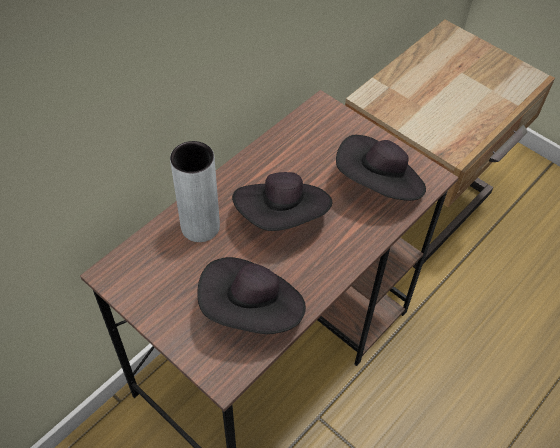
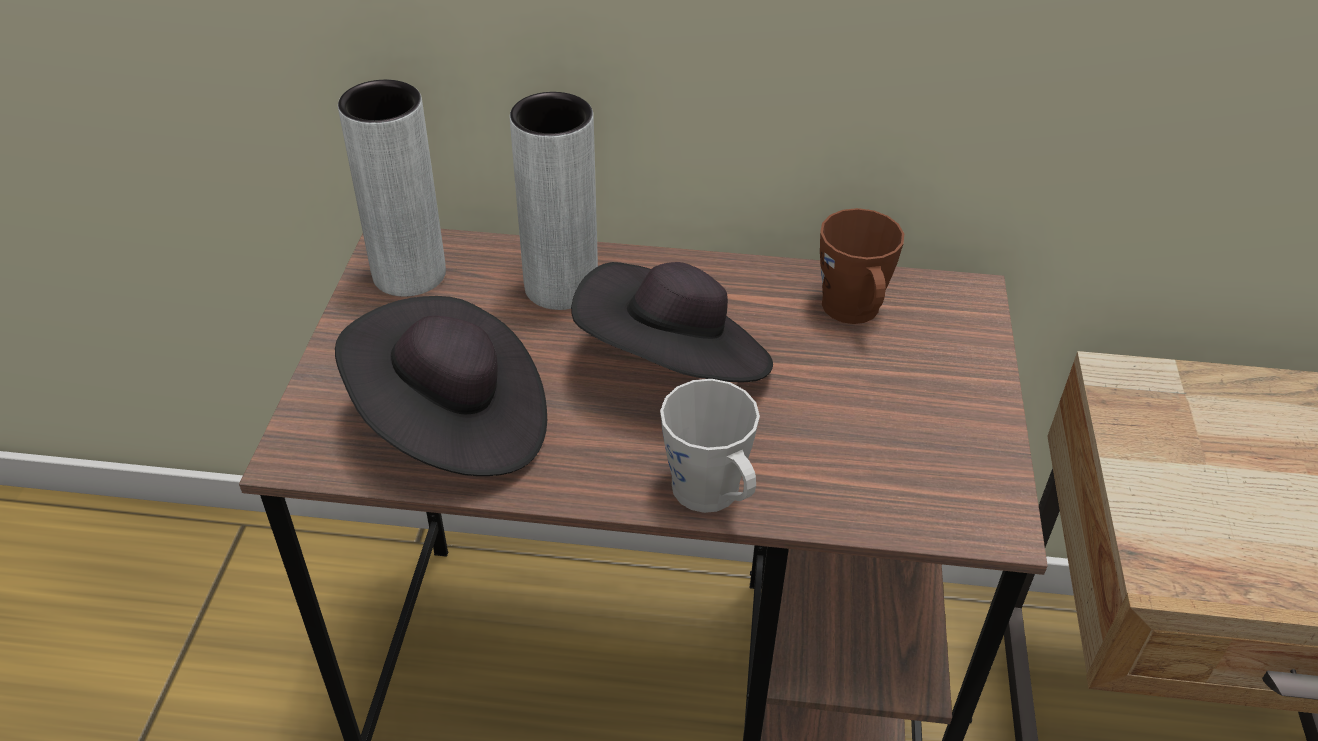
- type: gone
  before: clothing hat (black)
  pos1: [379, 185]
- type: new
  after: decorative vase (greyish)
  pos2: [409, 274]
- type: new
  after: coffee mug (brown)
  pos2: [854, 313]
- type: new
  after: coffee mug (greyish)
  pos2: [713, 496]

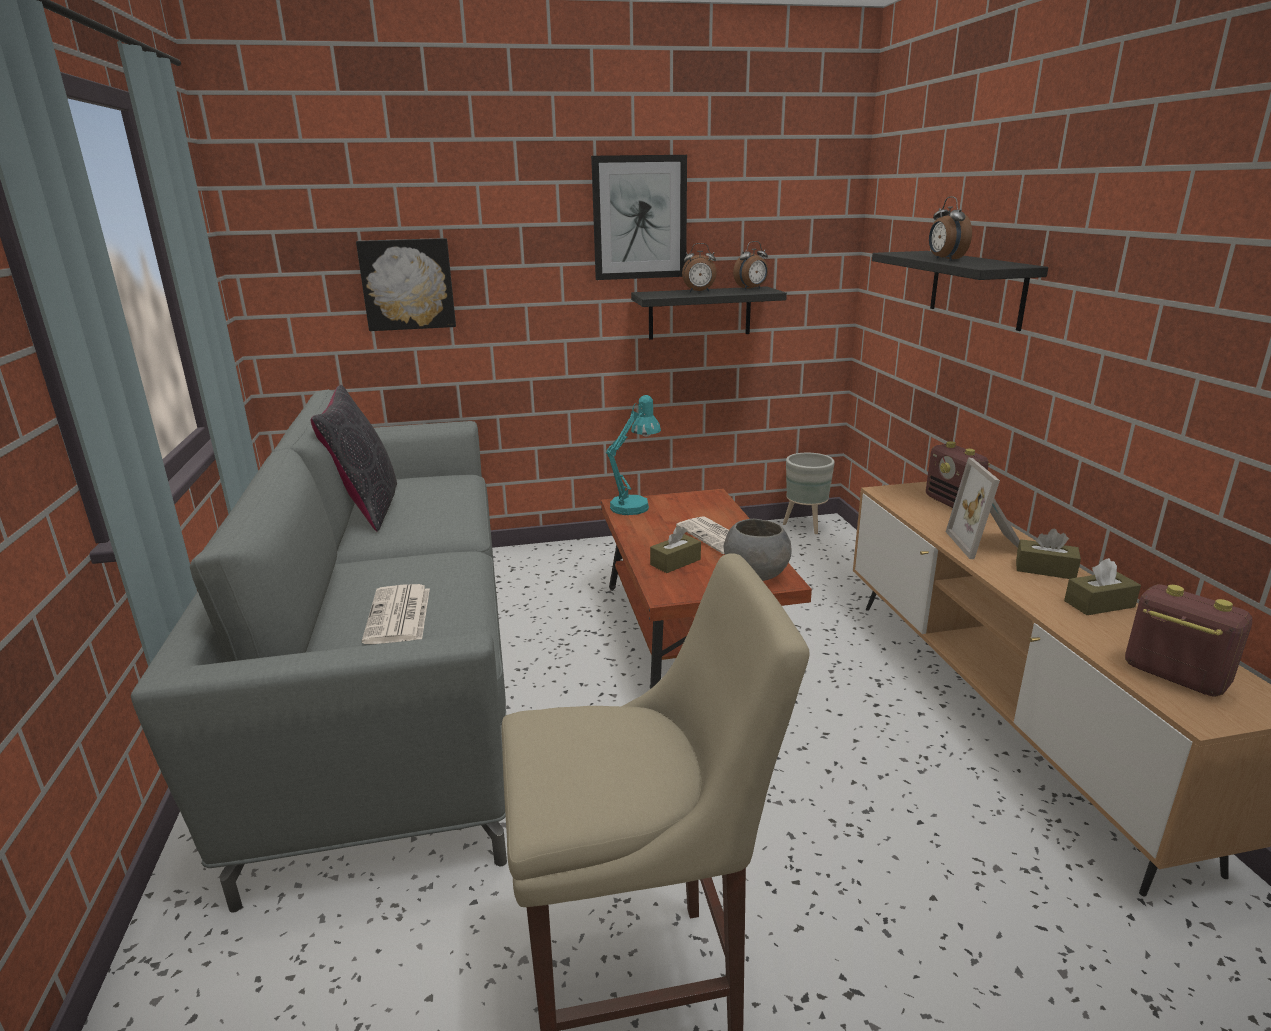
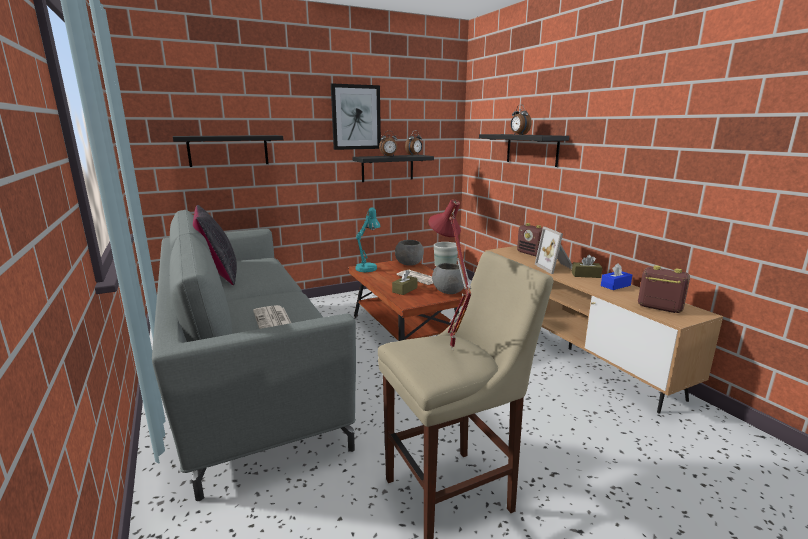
- type: swapped
  before: wall art
  after: wall shelf (black)
  pos1: [408, 284]
  pos2: [228, 150]
- type: repainted
  before: tissue box (brown)
  after: tissue box (bluish)
  pos1: [1099, 604]
  pos2: [615, 285]
- type: new
  after: lamp for a table (red-coloured)
  pos2: [449, 349]
- type: new
  after: serving bowl (greyish)
  pos2: [409, 264]

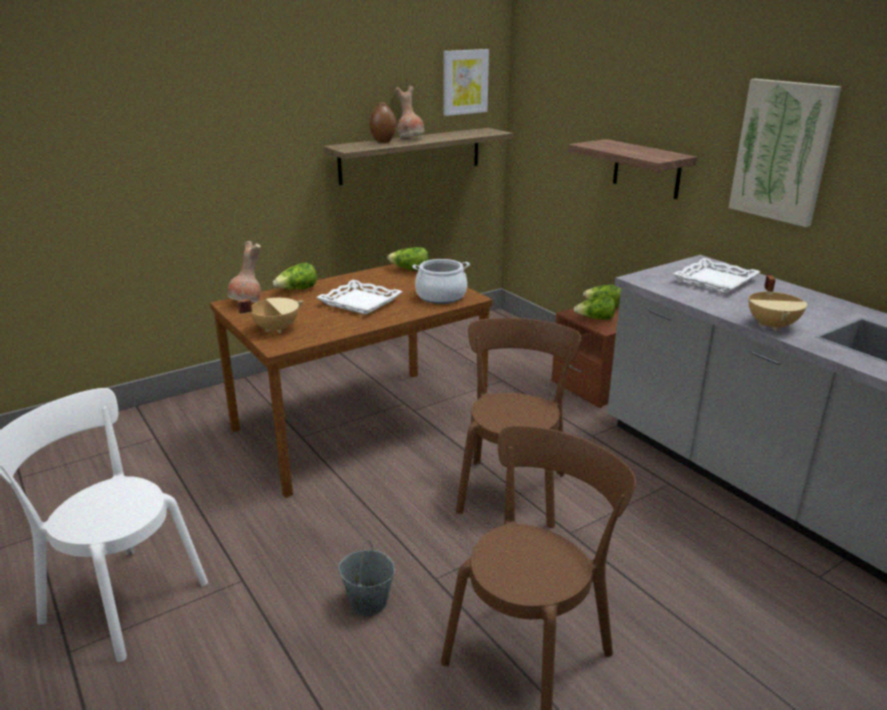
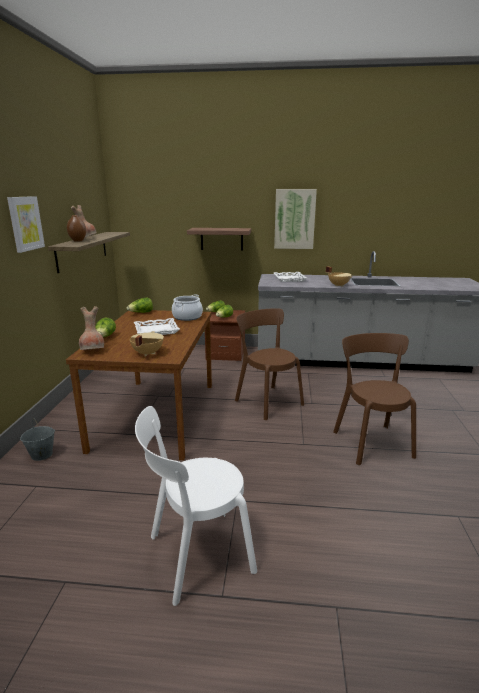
- type: shifted
  before: wall art
  pos1: [464, 82]
  pos2: [25, 223]
- type: shifted
  before: water bucket (greyish)
  pos1: [368, 603]
  pos2: [41, 455]

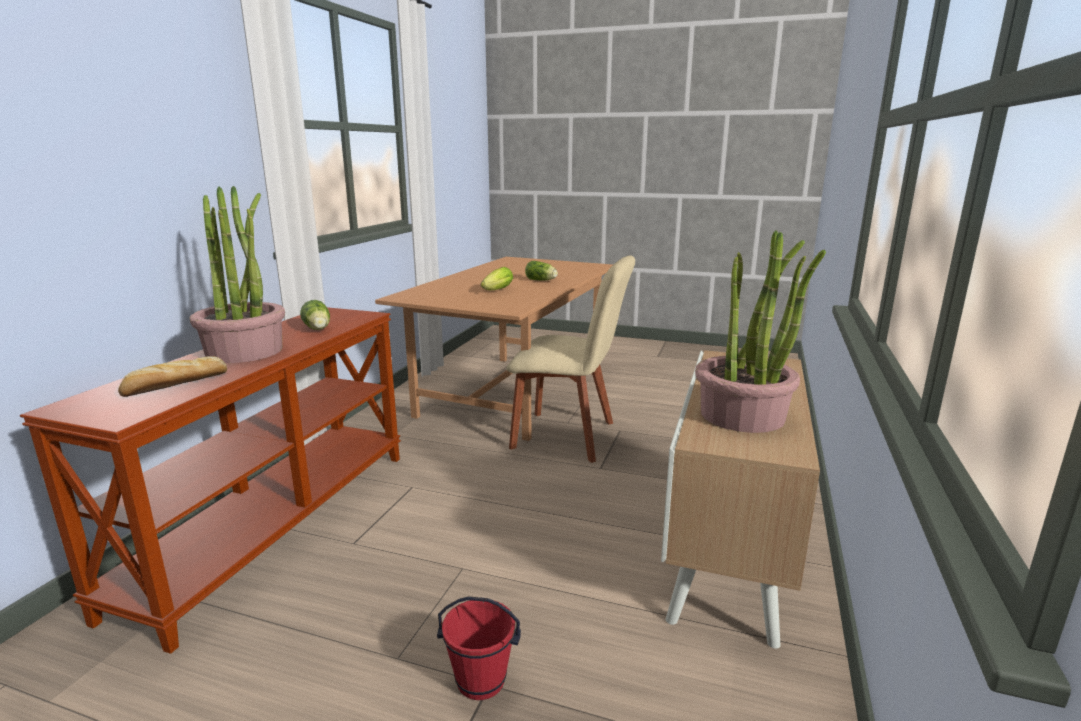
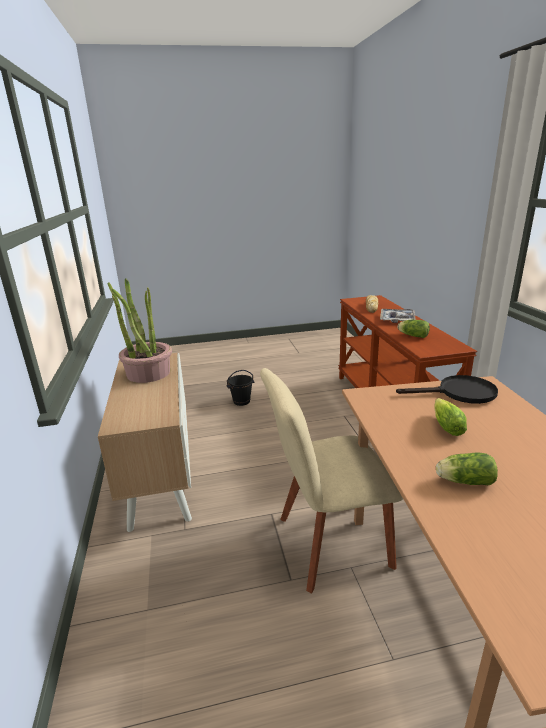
- type: swapped
  before: plant in a pot
  after: tray
  pos1: [245, 351]
  pos2: [397, 319]
- type: repainted
  before: water bucket (red-coloured)
  after: water bucket (black)
  pos1: [480, 682]
  pos2: [241, 401]
- type: new
  after: frying pan (black)
  pos2: [459, 393]

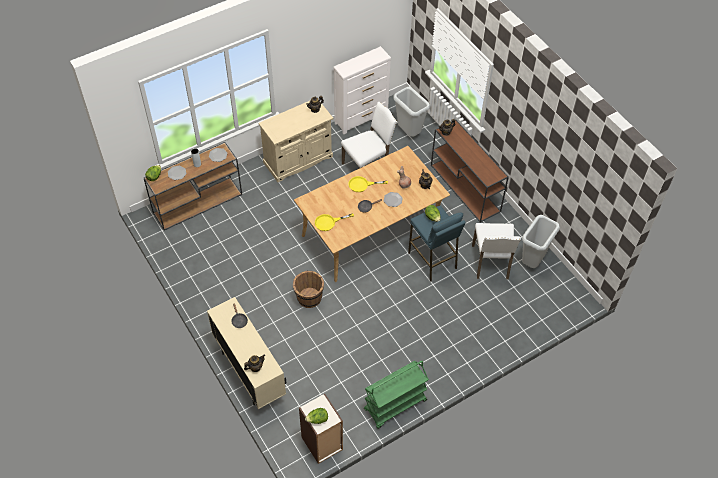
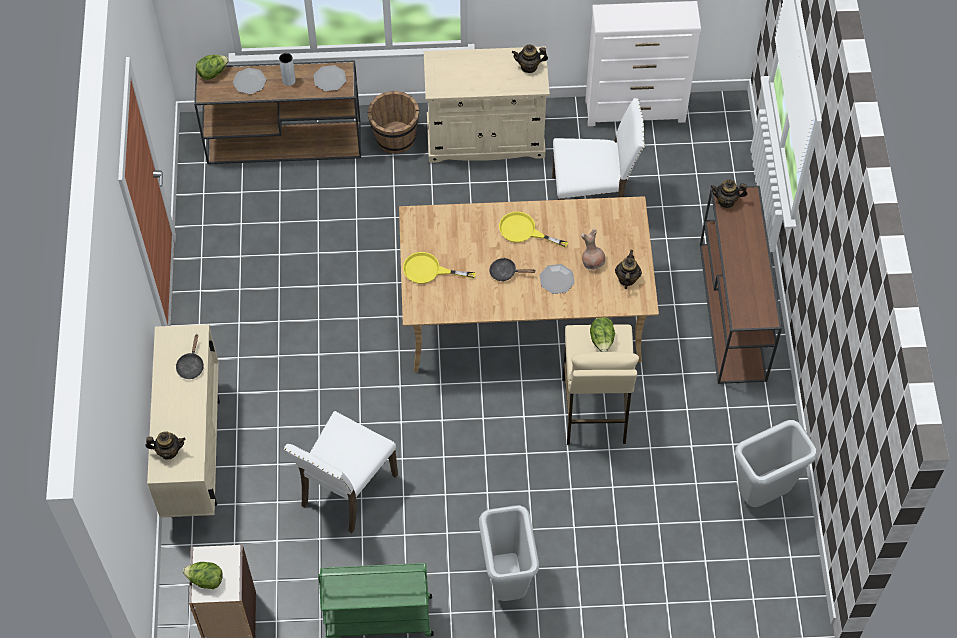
- type: shifted
  before: rubbish bin (greyish)
  pos1: [409, 133]
  pos2: [508, 583]
- type: repainted
  before: sitting stool (bluish)
  after: sitting stool (sand-coloured)
  pos1: [432, 260]
  pos2: [593, 411]
- type: shifted
  before: chair (white)
  pos1: [491, 263]
  pos2: [346, 490]
- type: shifted
  before: water bucket (brown)
  pos1: [309, 298]
  pos2: [395, 138]

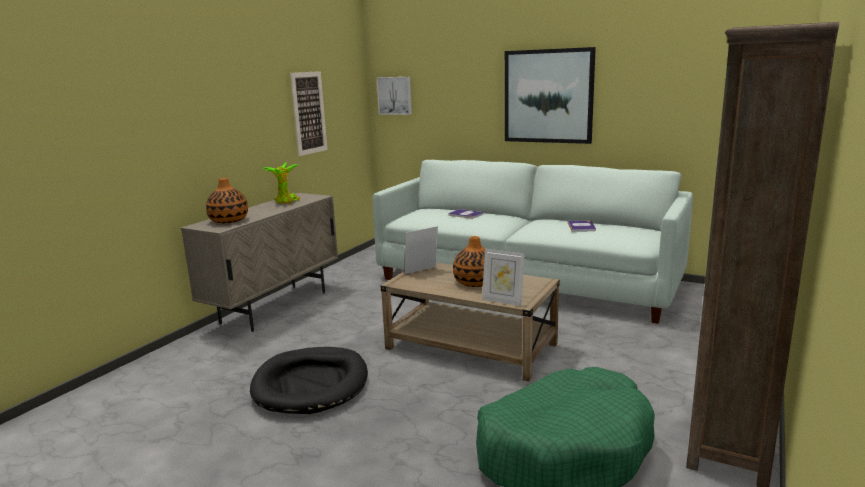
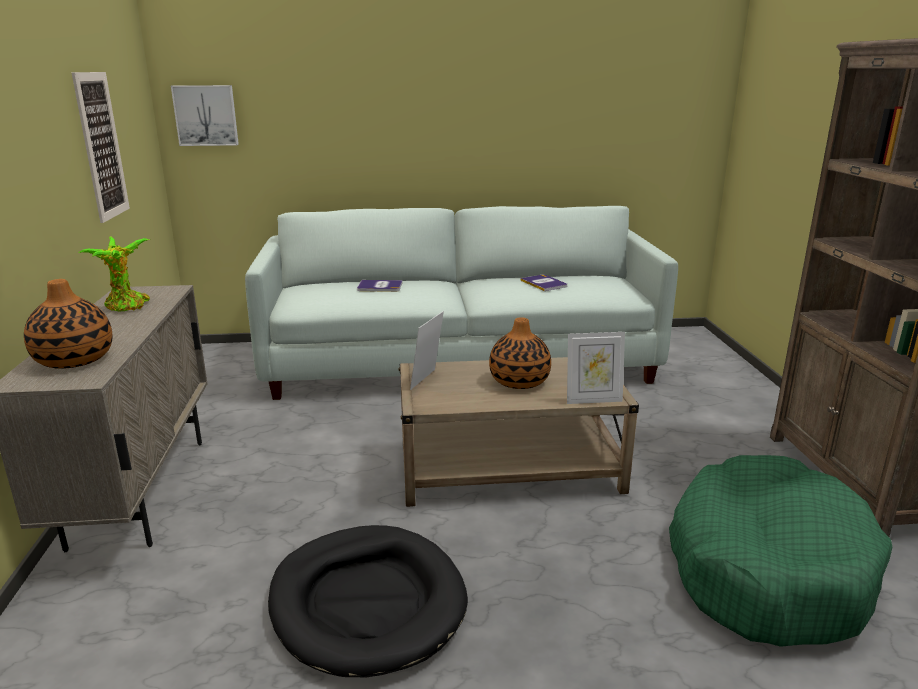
- type: gone
  before: wall art
  pos1: [548, 96]

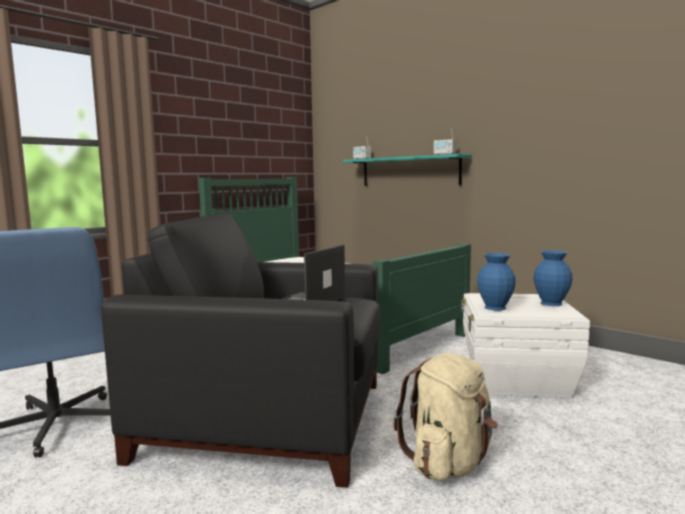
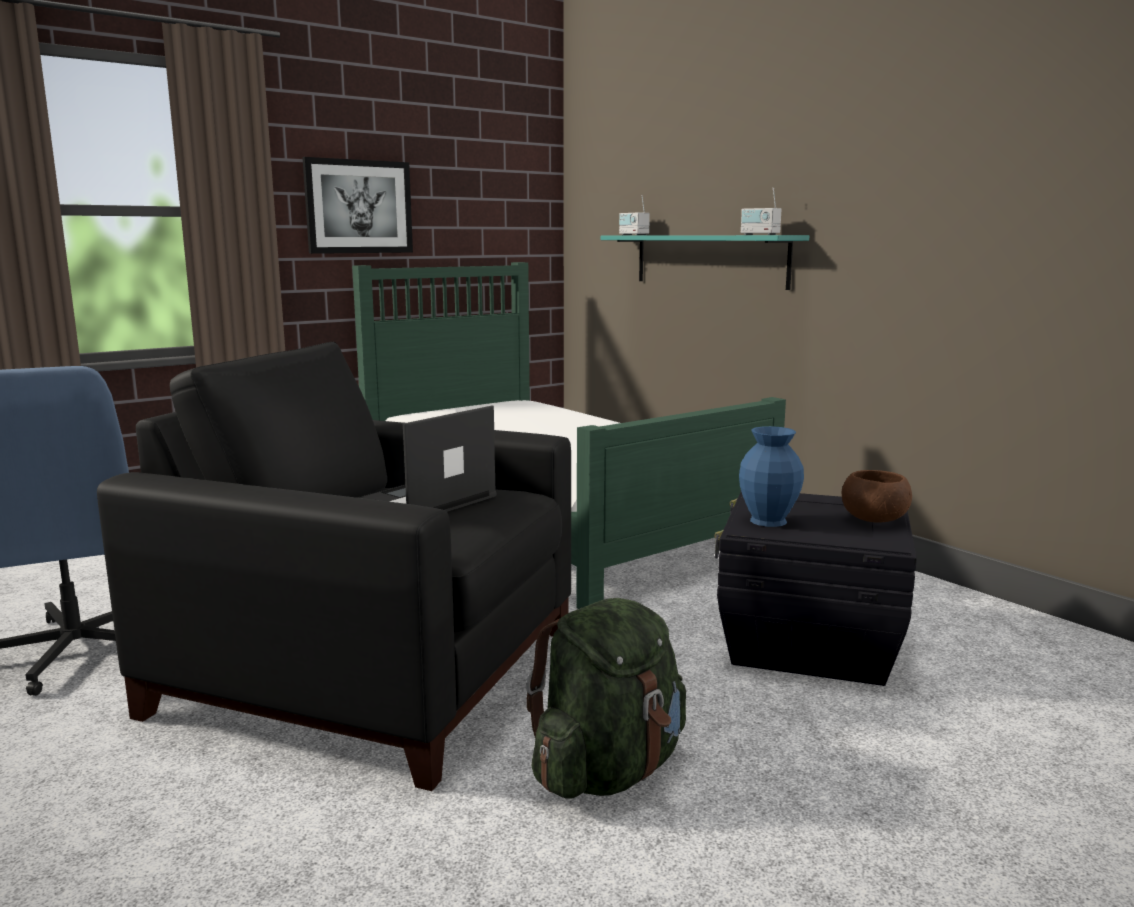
- type: swapped
  before: decorative vase (bluish)
  after: serving bowl (brown)
  pos1: [550, 303]
  pos2: [874, 519]
- type: repainted
  before: storage container (white)
  after: storage container (black)
  pos1: [516, 379]
  pos2: [808, 644]
- type: repainted
  before: rucksack (sand-coloured)
  after: rucksack (green)
  pos1: [449, 462]
  pos2: [608, 771]
- type: new
  after: wall art
  pos2: [358, 207]

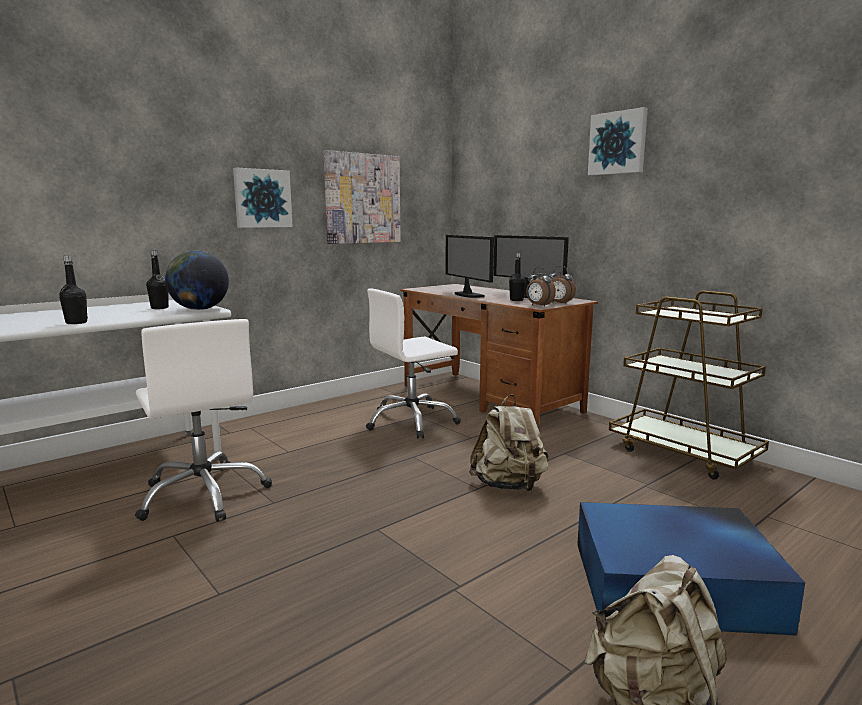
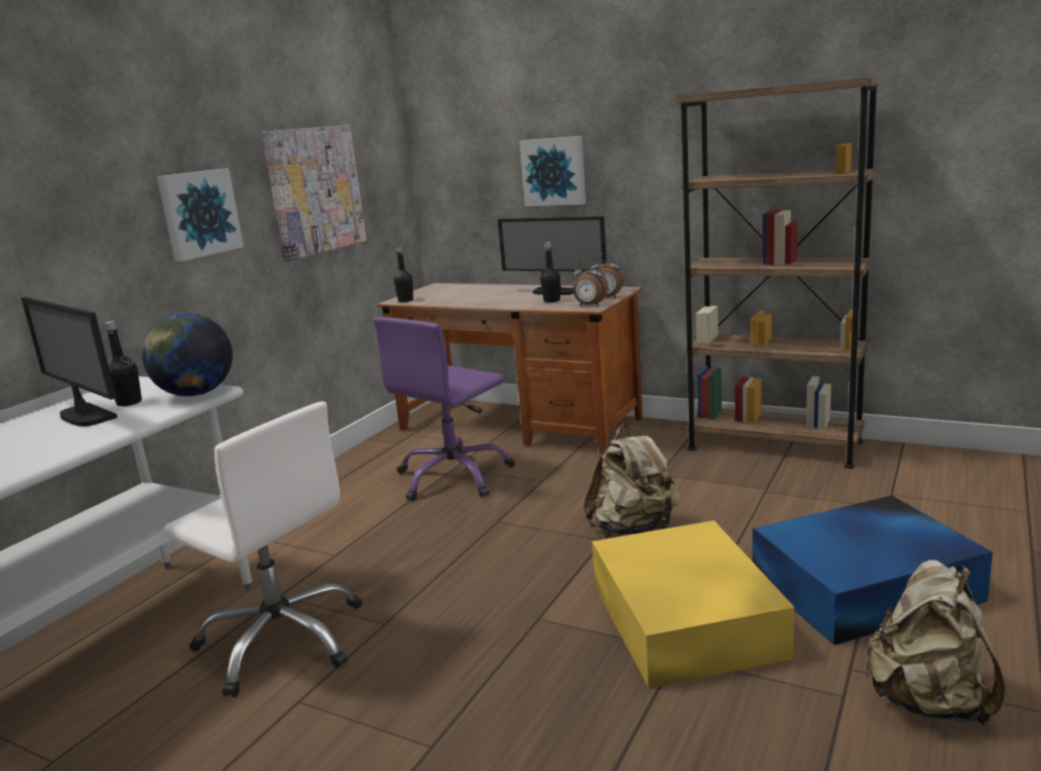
- type: shifted
  before: wall art
  pos1: [618, 143]
  pos2: [554, 171]
- type: shifted
  before: computer display
  pos1: [467, 295]
  pos2: [85, 416]
- type: shifted
  before: beverage bottle (black)
  pos1: [76, 322]
  pos2: [405, 300]
- type: repainted
  before: office chair (white)
  after: office chair (purple)
  pos1: [411, 422]
  pos2: [454, 477]
- type: swapped
  before: trolley (brown)
  after: bookshelf (brown)
  pos1: [683, 453]
  pos2: [774, 445]
- type: new
  after: storage container (yellow-coloured)
  pos2: [685, 621]

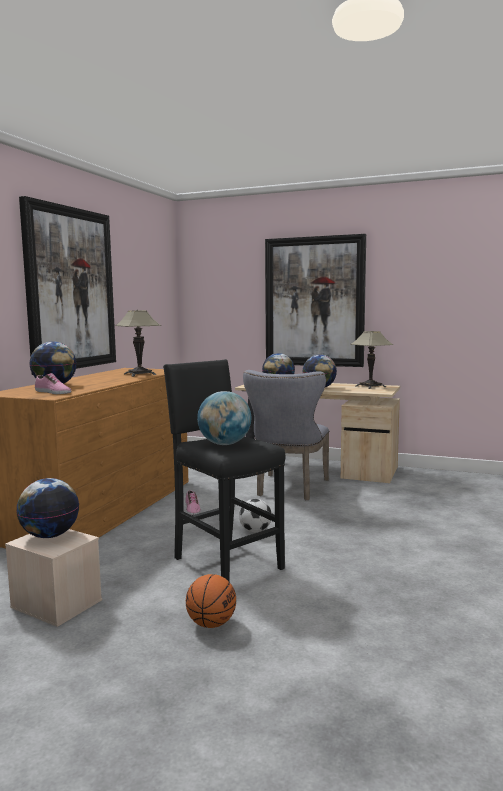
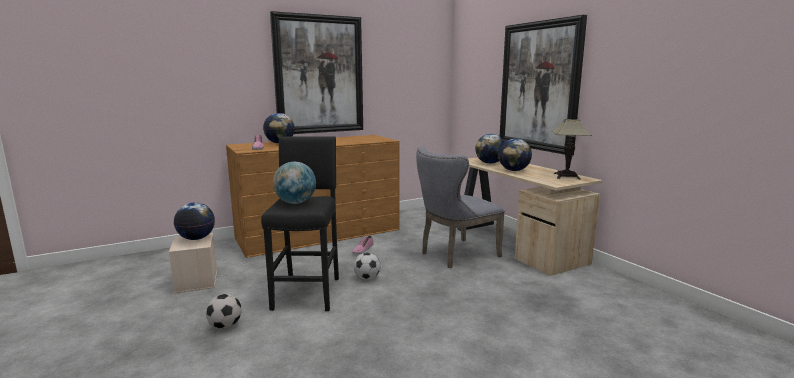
- type: gone
  before: lamp for a table
  pos1: [139, 374]
- type: swapped
  before: ball for basketball
  after: football ball
  pos1: [211, 624]
  pos2: [225, 326]

